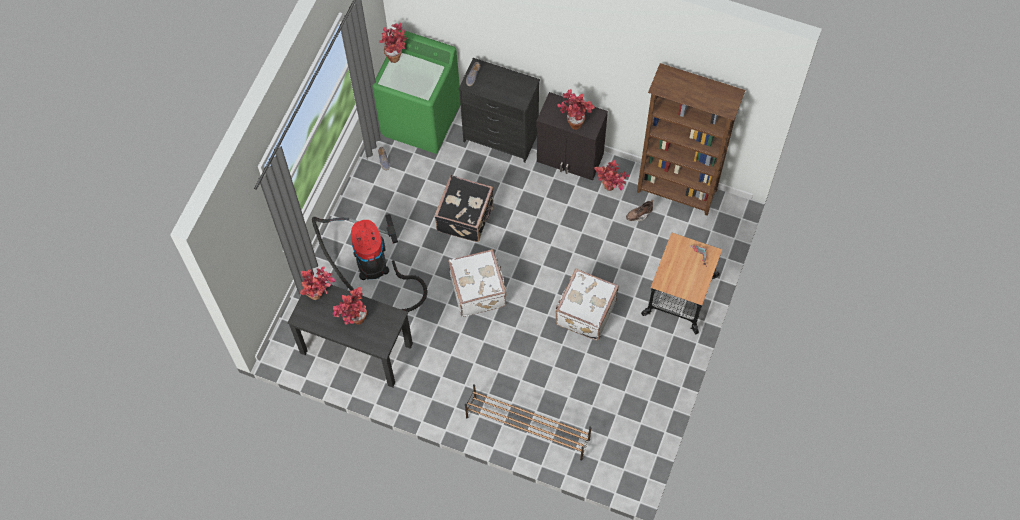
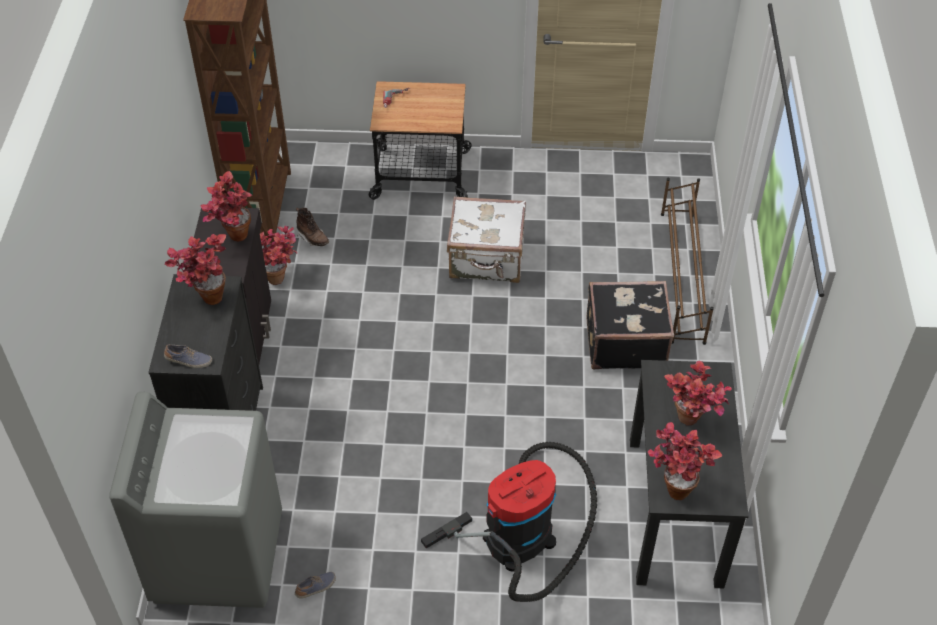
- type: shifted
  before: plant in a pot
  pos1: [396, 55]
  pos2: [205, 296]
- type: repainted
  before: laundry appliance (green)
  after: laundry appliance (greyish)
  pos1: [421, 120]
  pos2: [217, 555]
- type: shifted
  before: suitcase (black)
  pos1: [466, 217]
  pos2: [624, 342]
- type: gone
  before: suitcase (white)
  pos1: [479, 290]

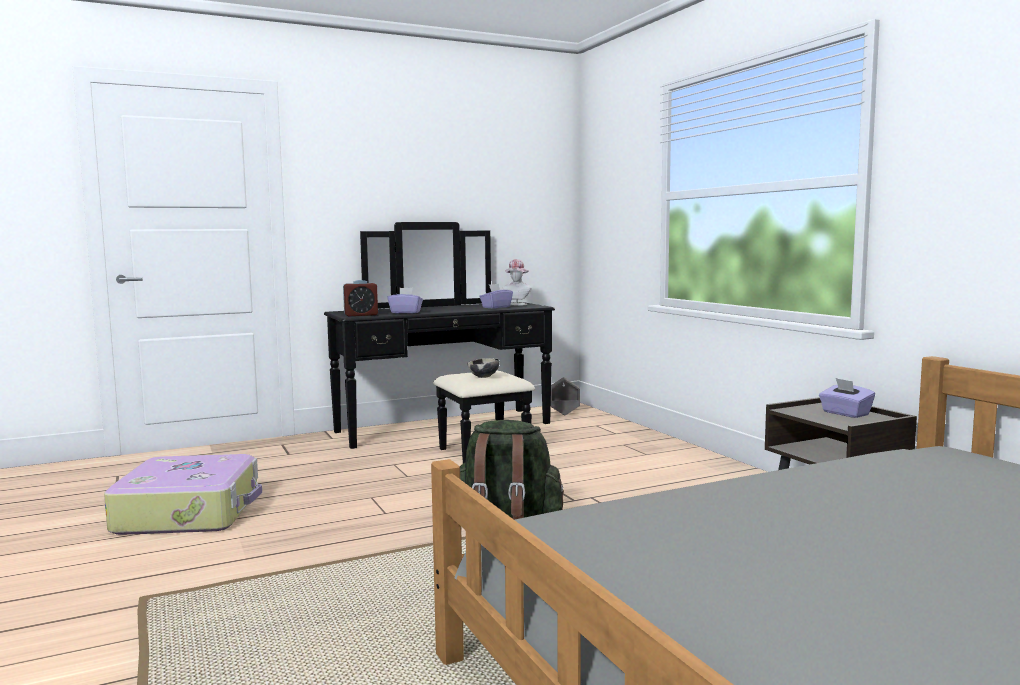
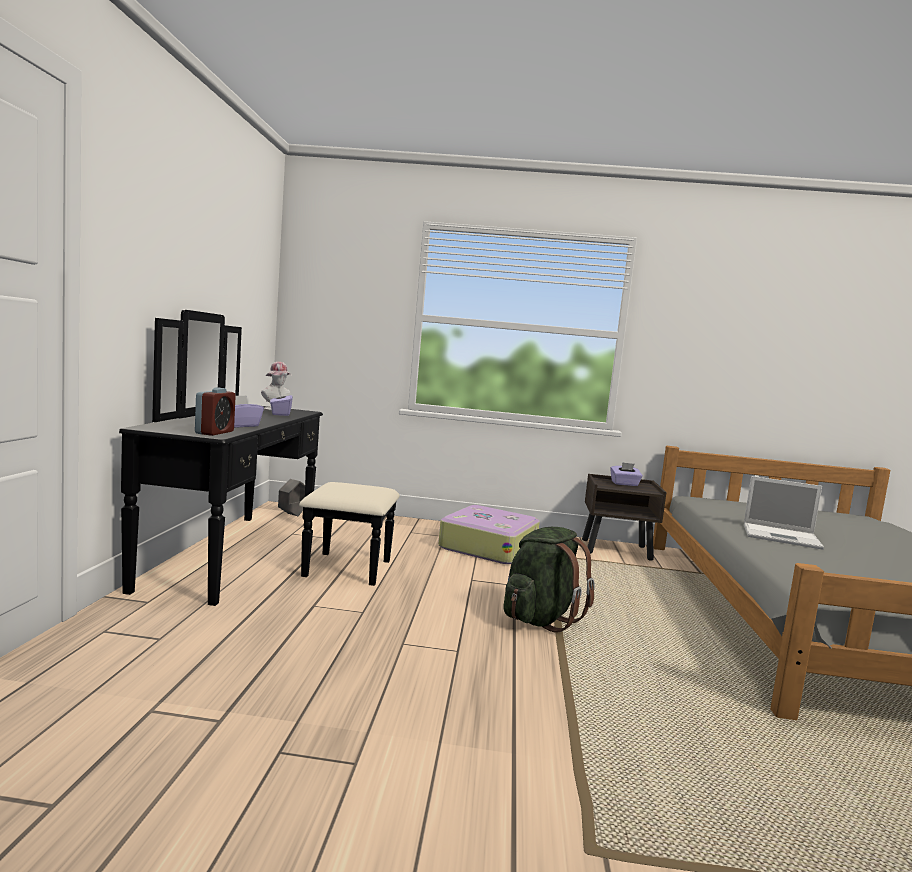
- type: gone
  before: serving bowl
  pos1: [484, 377]
- type: shifted
  before: suitcase
  pos1: [190, 512]
  pos2: [488, 546]
- type: new
  after: portable computer
  pos2: [782, 536]

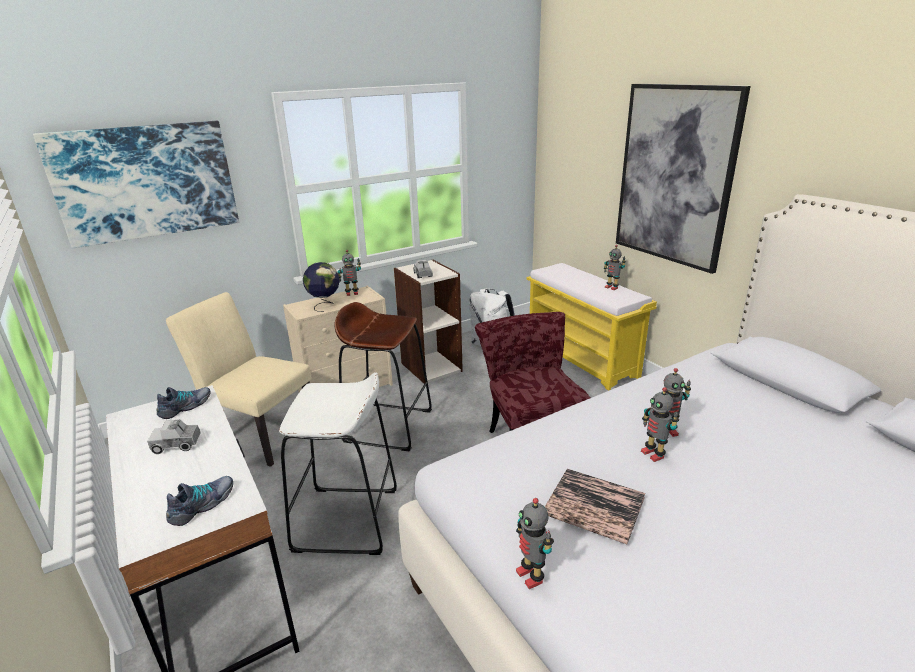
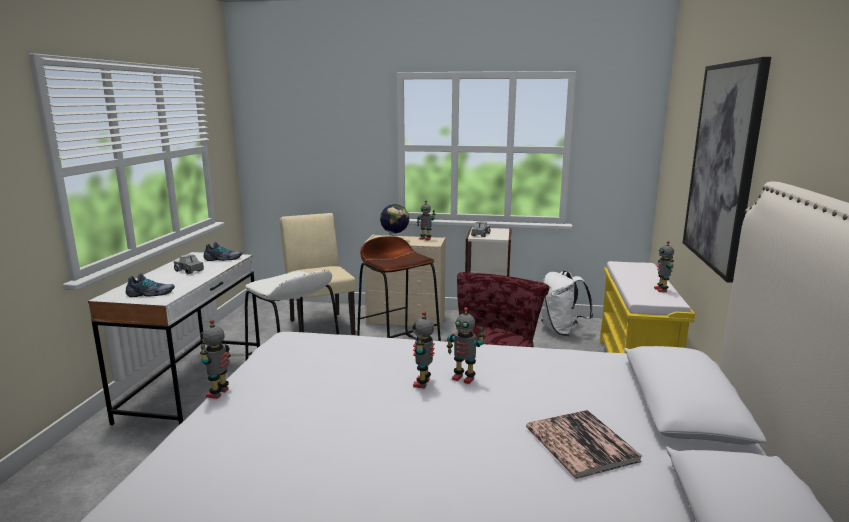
- type: gone
  before: wall art
  pos1: [146, 182]
- type: shifted
  before: book
  pos1: [594, 506]
  pos2: [581, 444]

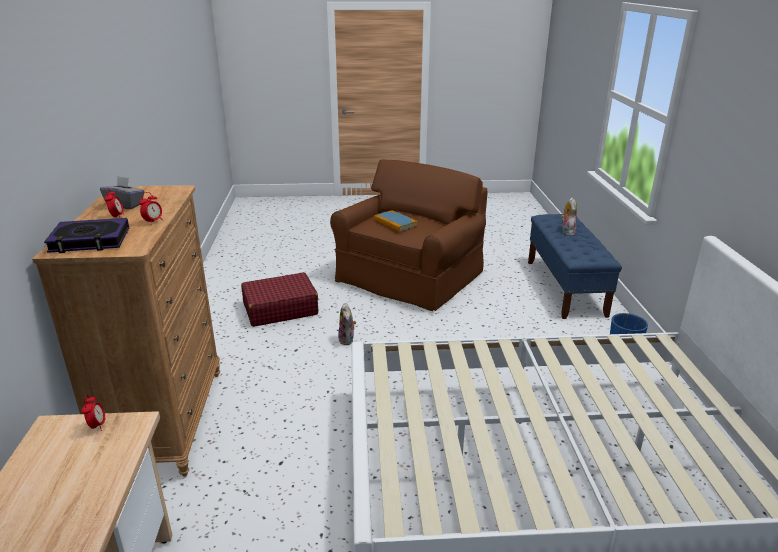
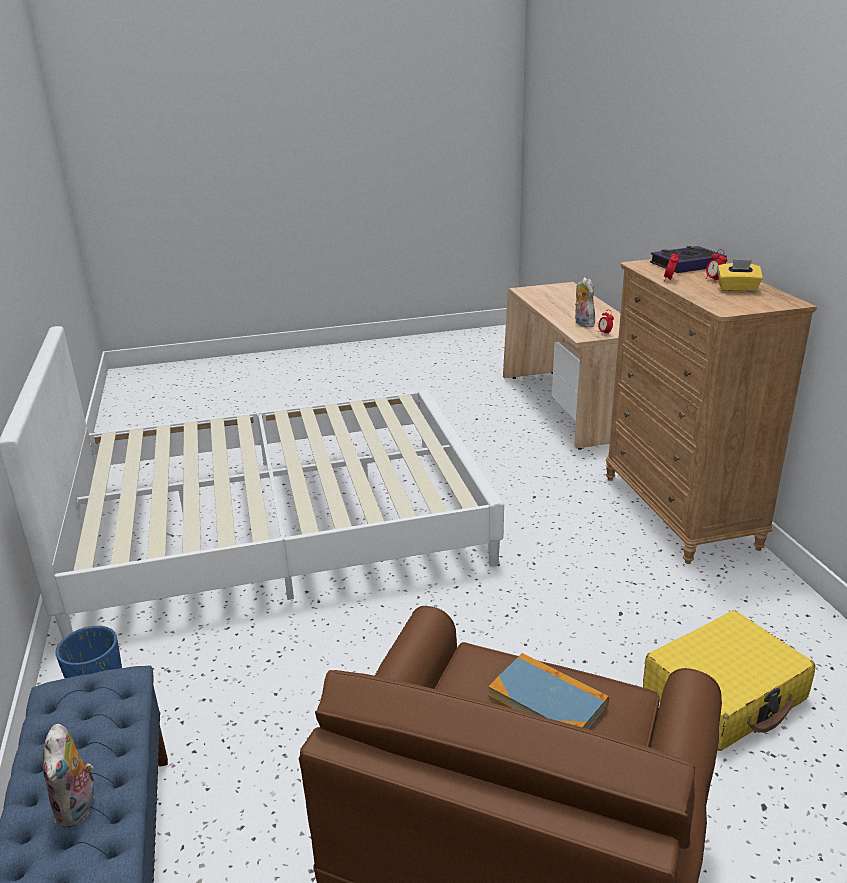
- type: repainted
  before: tissue box (greyish)
  after: tissue box (yellow-coloured)
  pos1: [125, 205]
  pos2: [737, 289]
- type: repainted
  before: suitcase (red-coloured)
  after: suitcase (yellow-coloured)
  pos1: [280, 309]
  pos2: [724, 694]
- type: shifted
  before: soft toy
  pos1: [347, 340]
  pos2: [582, 324]

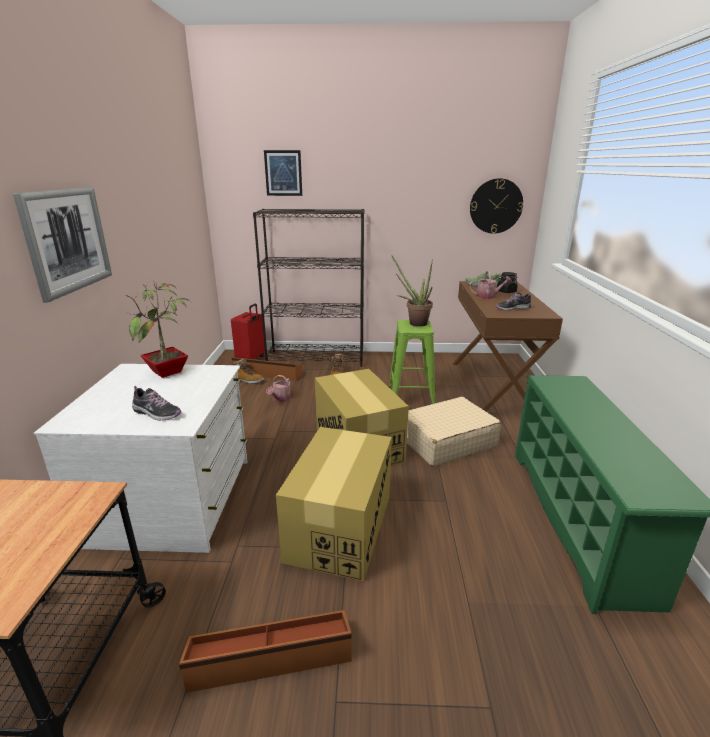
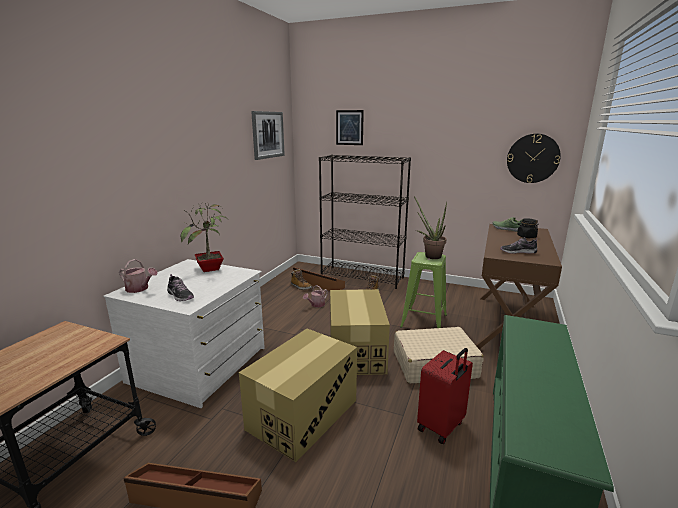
- type: shifted
  before: wall art
  pos1: [67, 240]
  pos2: [268, 135]
- type: shifted
  before: watering can
  pos1: [488, 296]
  pos2: [139, 289]
- type: shifted
  before: suitcase (red-coloured)
  pos1: [251, 359]
  pos2: [442, 426]

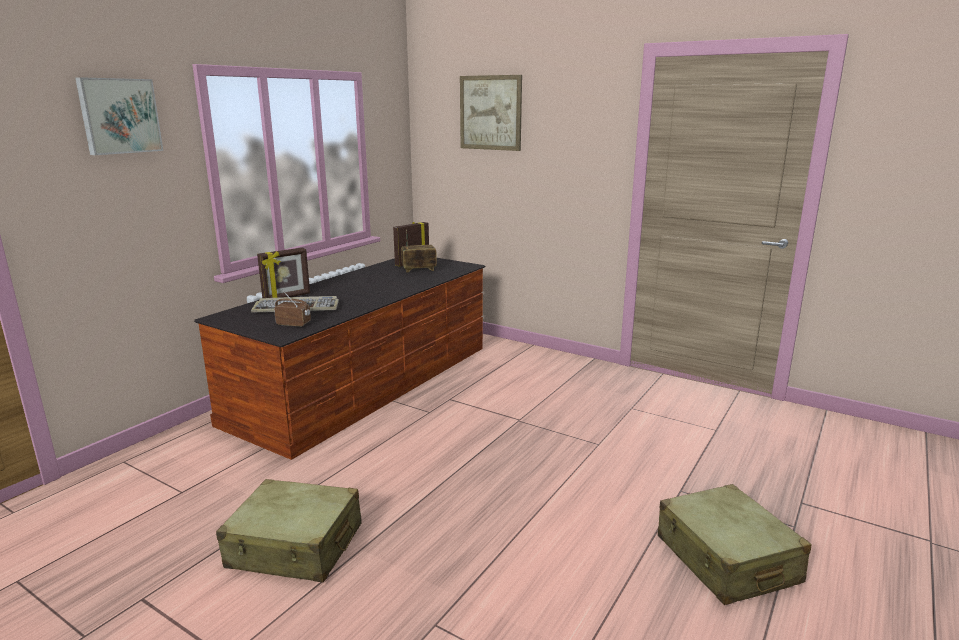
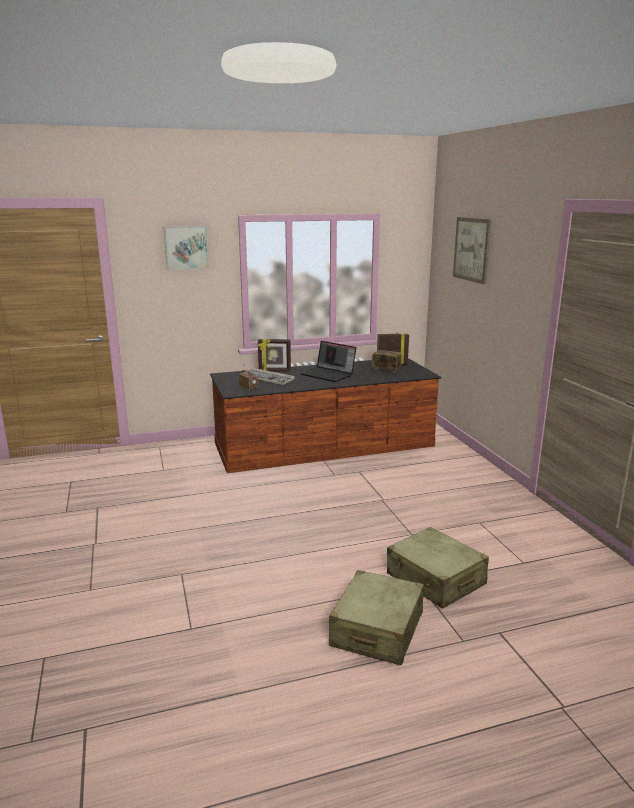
- type: shifted
  before: suitcase (sand-coloured)
  pos1: [295, 546]
  pos2: [435, 579]
- type: new
  after: portable computer
  pos2: [329, 374]

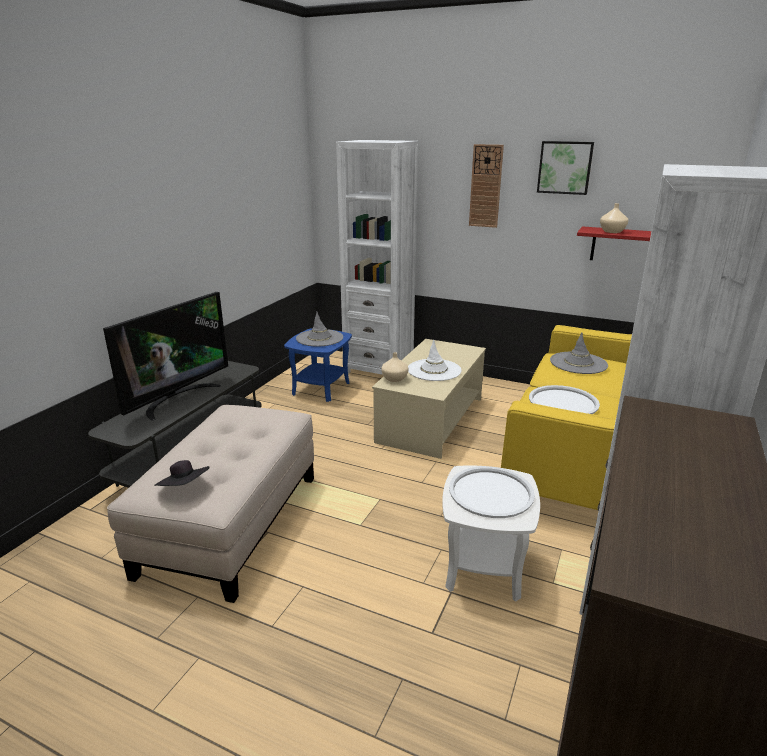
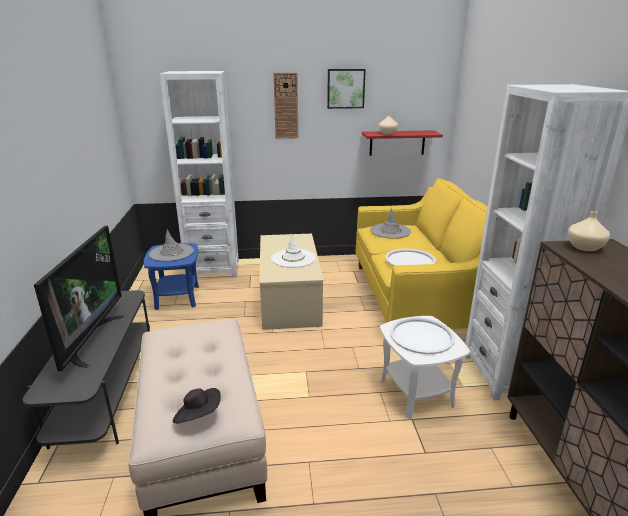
- type: shifted
  before: decorative vase (sand-coloured)
  pos1: [395, 379]
  pos2: [585, 247]

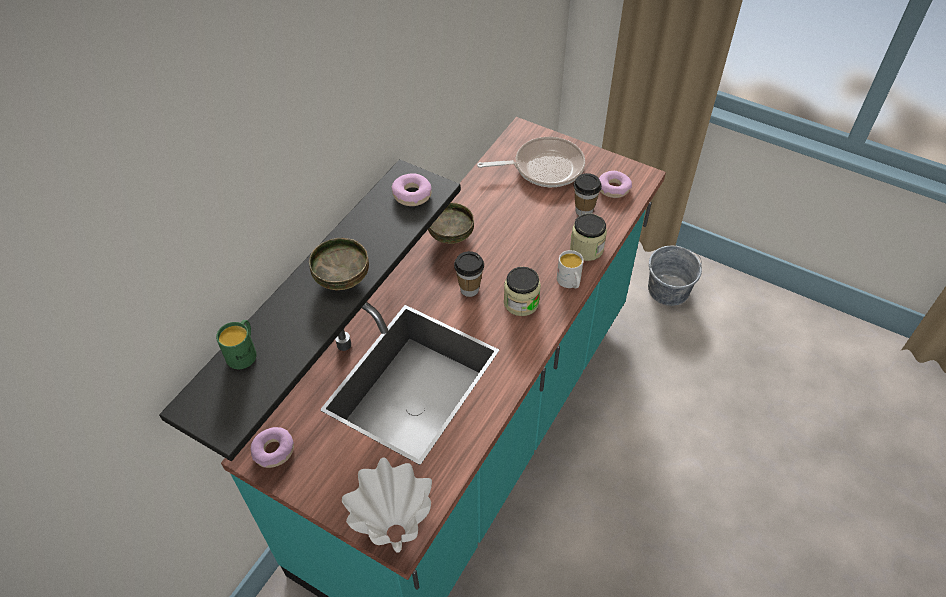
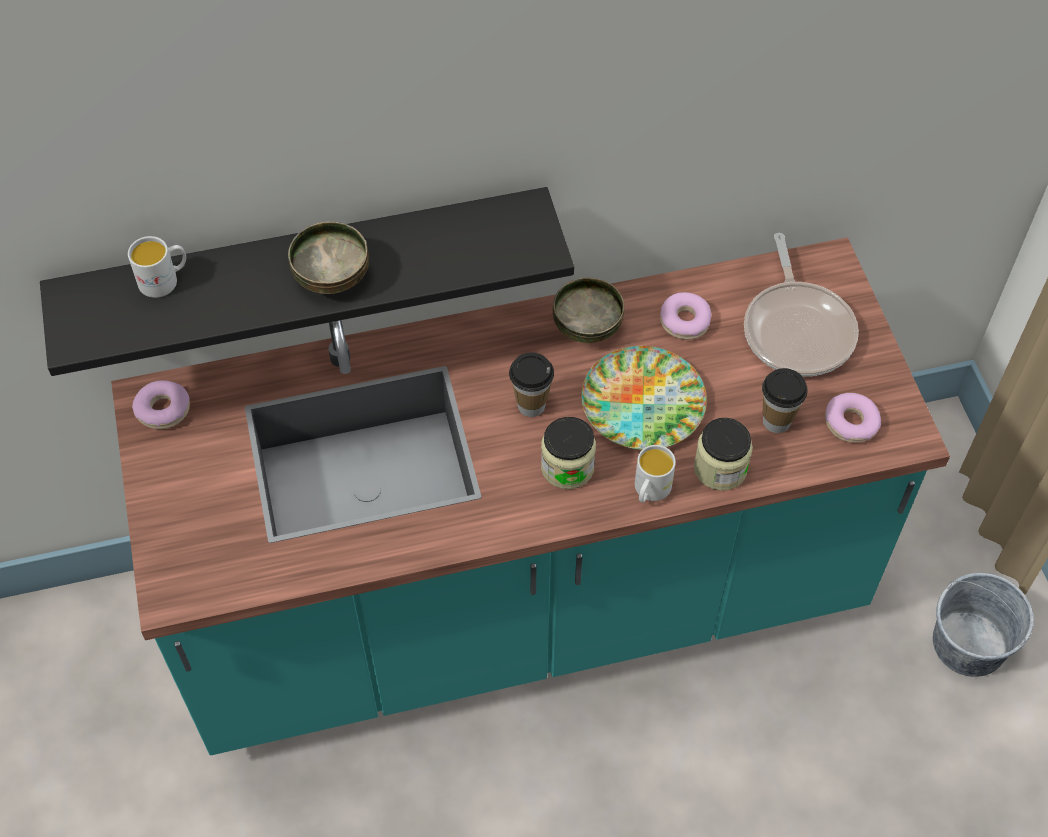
- type: rotated
  before: frying pan
  pos1: [544, 167]
  pos2: [797, 329]
  turn: 45
- type: shifted
  before: doughnut
  pos1: [412, 194]
  pos2: [685, 321]
- type: repainted
  before: coffee mug (green)
  after: coffee mug (white)
  pos1: [244, 352]
  pos2: [165, 280]
- type: gone
  before: decorative vase (white)
  pos1: [395, 531]
- type: new
  after: plate
  pos2: [644, 404]

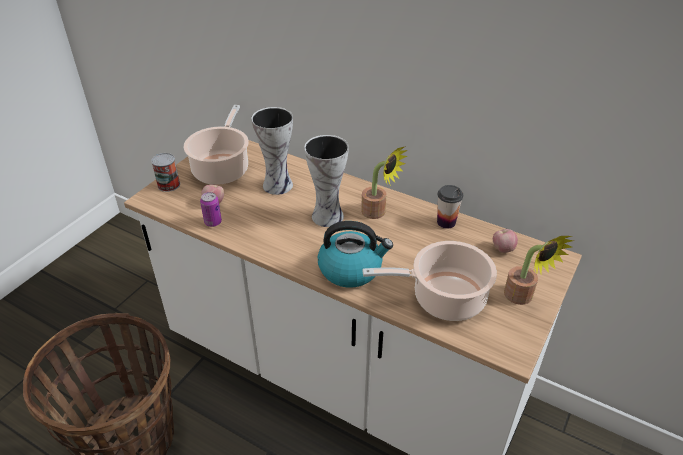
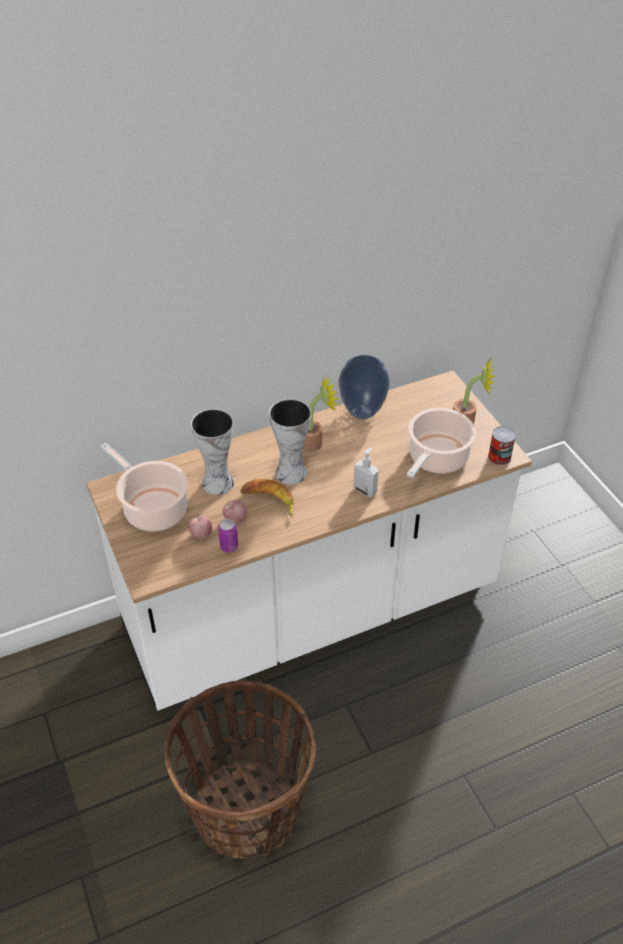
- type: shifted
  before: metal can
  pos1: [168, 185]
  pos2: [499, 457]
- type: swapped
  before: small cup
  after: decorative vase
  pos1: [446, 222]
  pos2: [361, 412]
- type: swapped
  before: kettle
  after: liquid soap bottle
  pos1: [351, 269]
  pos2: [365, 490]
- type: shifted
  before: apple fruit
  pos1: [502, 249]
  pos2: [235, 519]
- type: new
  after: banana fruit
  pos2: [269, 501]

